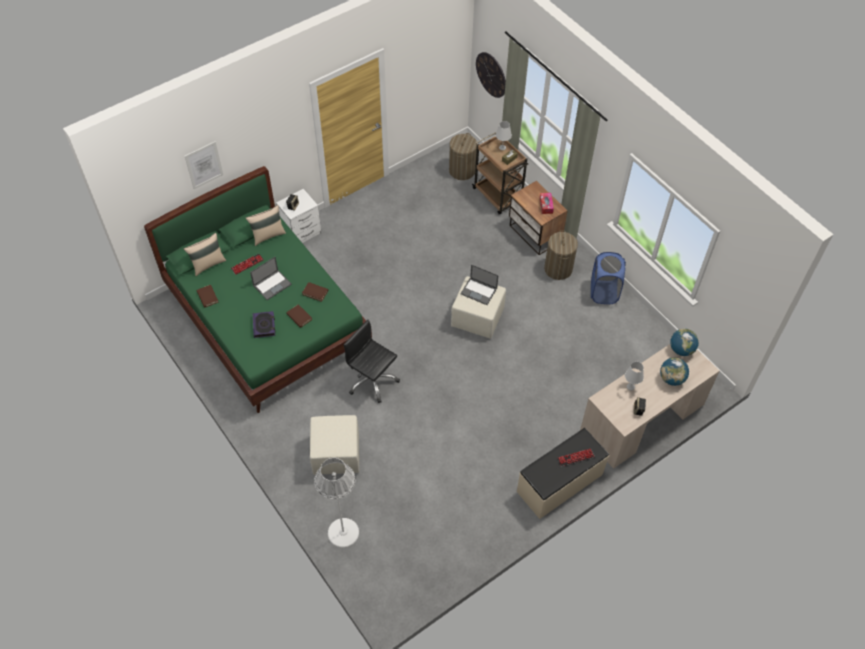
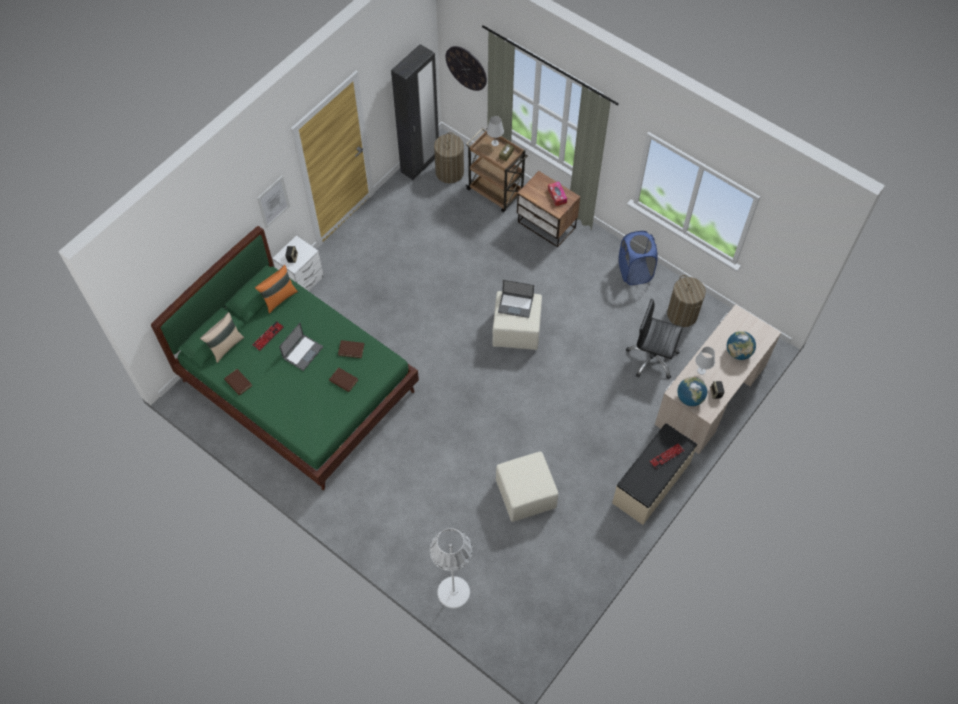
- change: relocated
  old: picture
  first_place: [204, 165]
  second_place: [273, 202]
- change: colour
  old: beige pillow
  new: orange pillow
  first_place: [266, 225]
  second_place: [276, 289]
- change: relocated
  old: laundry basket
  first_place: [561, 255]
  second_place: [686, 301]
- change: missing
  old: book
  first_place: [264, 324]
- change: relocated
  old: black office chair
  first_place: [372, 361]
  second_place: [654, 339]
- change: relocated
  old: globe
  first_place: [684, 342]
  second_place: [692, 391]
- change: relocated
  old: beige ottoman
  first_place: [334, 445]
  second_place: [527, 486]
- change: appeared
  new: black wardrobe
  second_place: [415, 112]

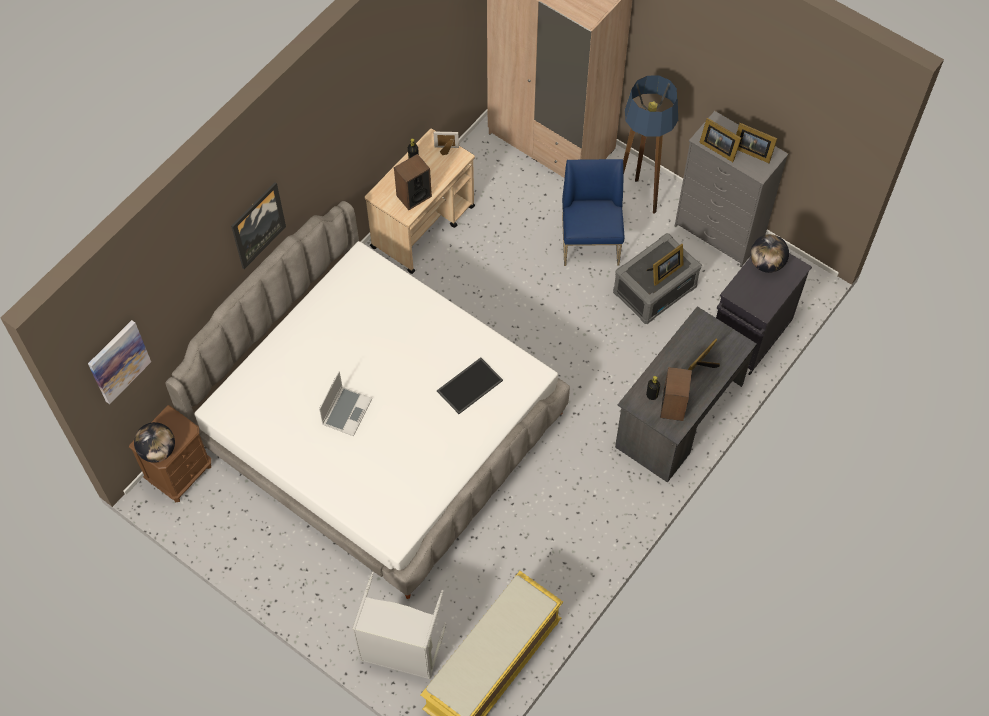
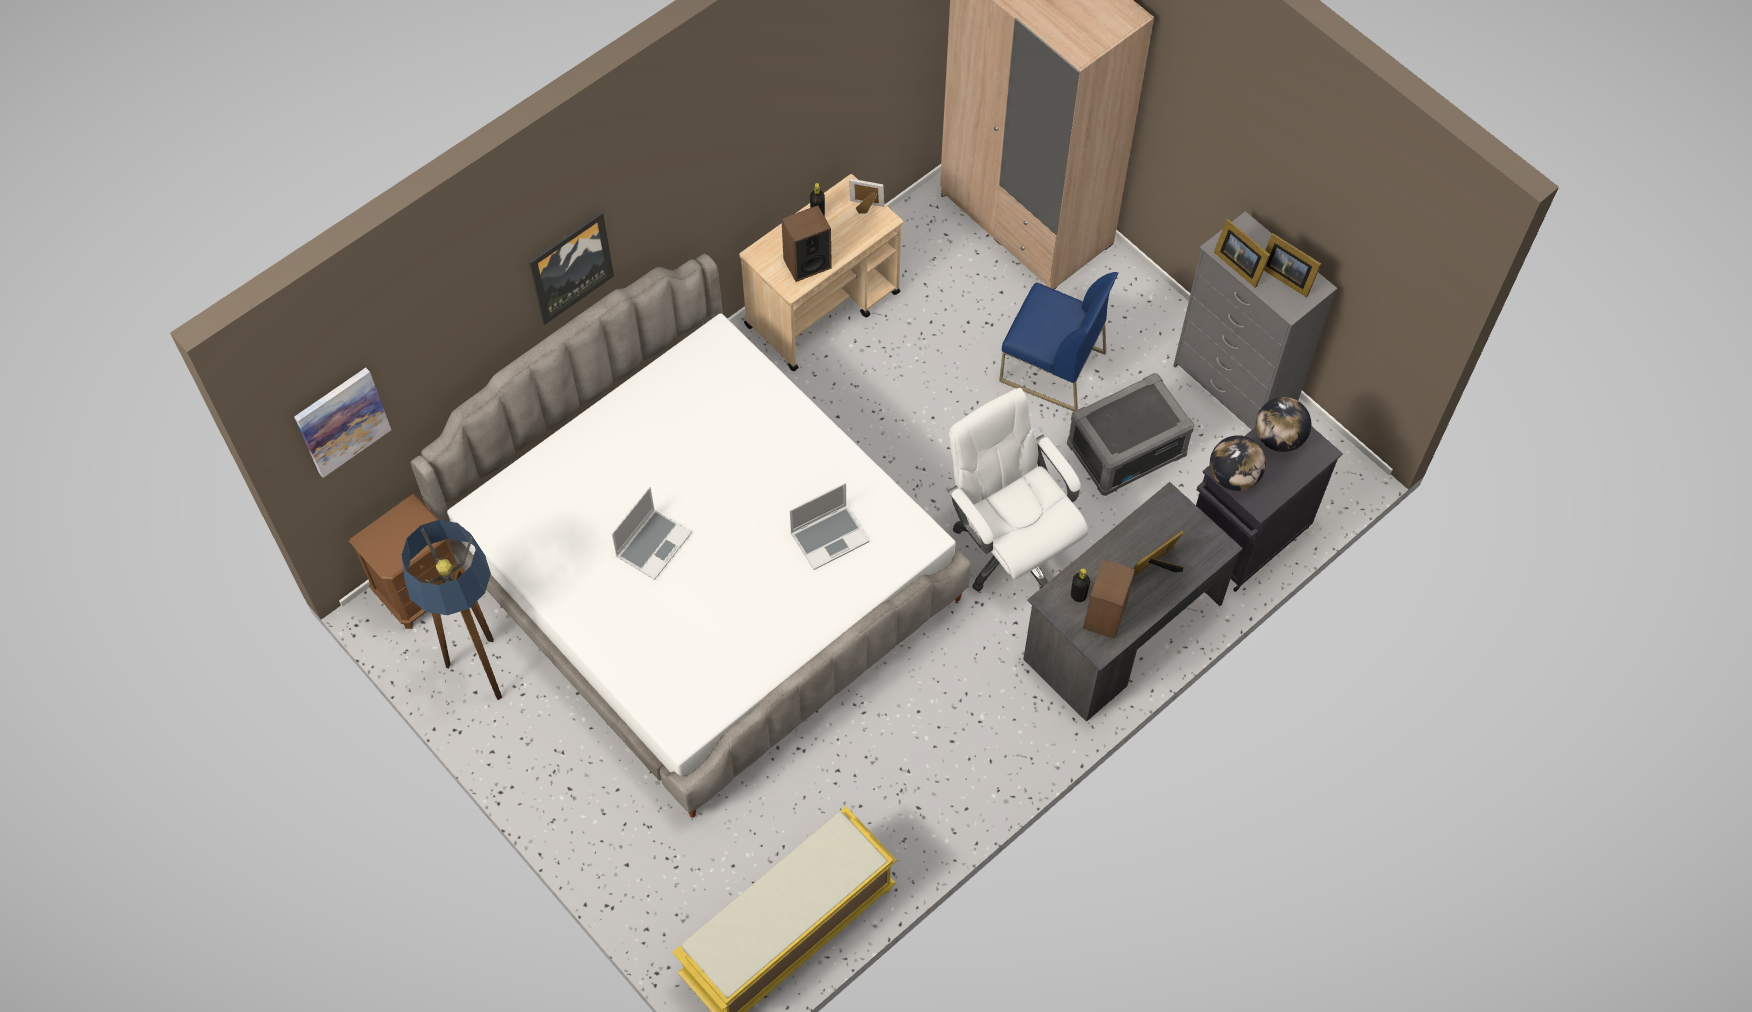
- change: relocated
  old: floor lamp
  first_place: [650, 145]
  second_place: [452, 610]
- change: spun
  old: blue chair
  first_place: [593, 212]
  second_place: [1058, 341]
  degrees: 105
- change: missing
  old: picture frame
  first_place: [664, 265]
- change: exchanged
  old: tray
  new: laptop
  first_place: [470, 385]
  second_place: [829, 526]
- change: relocated
  old: globe
  first_place: [154, 442]
  second_place: [1238, 463]
- change: missing
  old: grey laundry basket
  first_place: [399, 625]
- change: appeared
  new: white office chair
  second_place: [1018, 490]

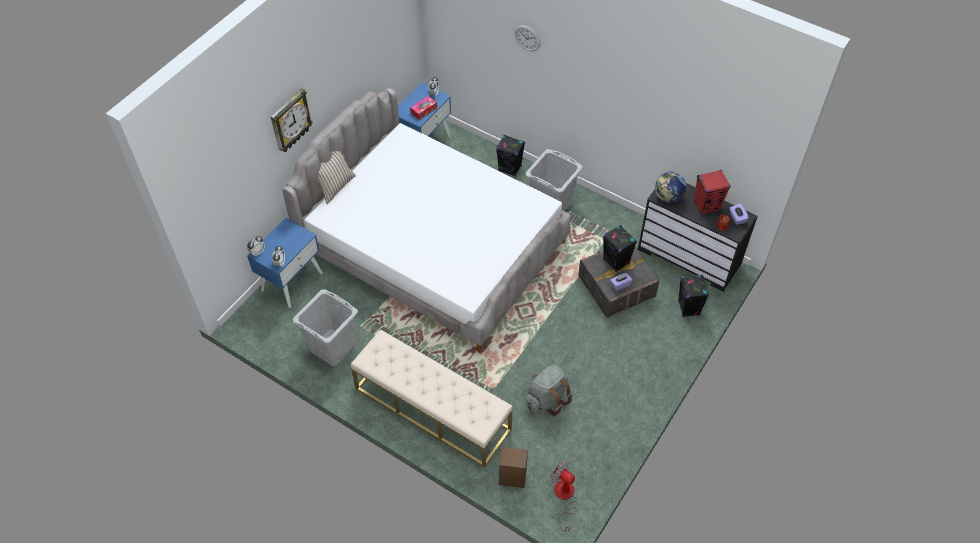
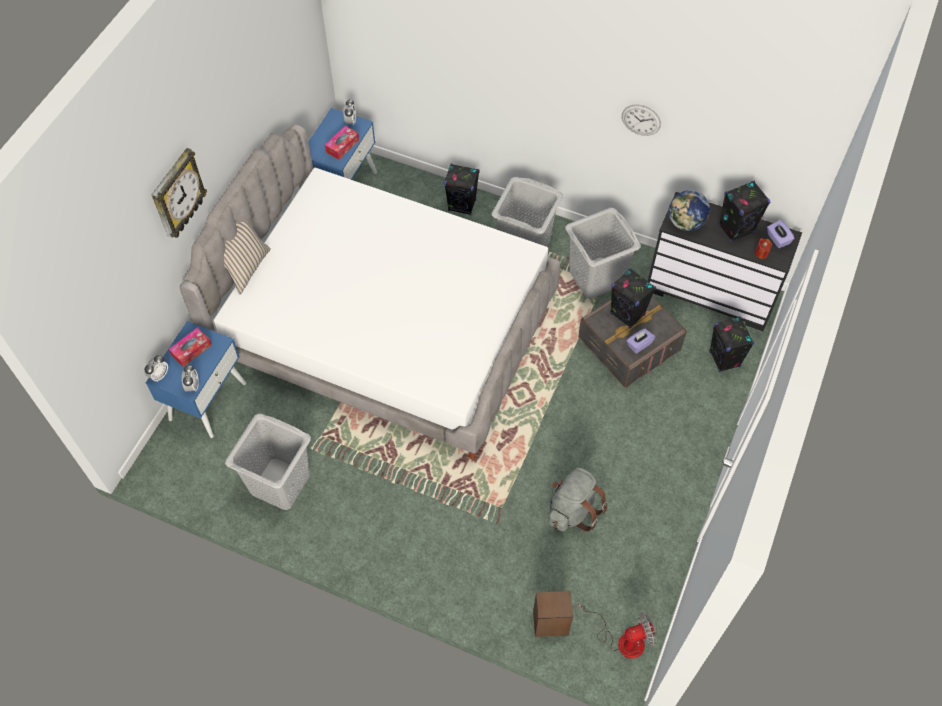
- change: relocated
  old: wall clock
  first_place: [527, 38]
  second_place: [641, 120]
- change: colour
  old: red speaker
  new: black speaker
  first_place: [712, 192]
  second_place: [744, 211]
- change: missing
  old: beige bench
  first_place: [432, 398]
- change: spun
  old: fan
  first_place: [564, 496]
  second_place: [617, 630]
  degrees: 135
- change: appeared
  new: grey laundry basket
  second_place: [603, 253]
- change: appeared
  new: tissue box
  second_place: [190, 347]

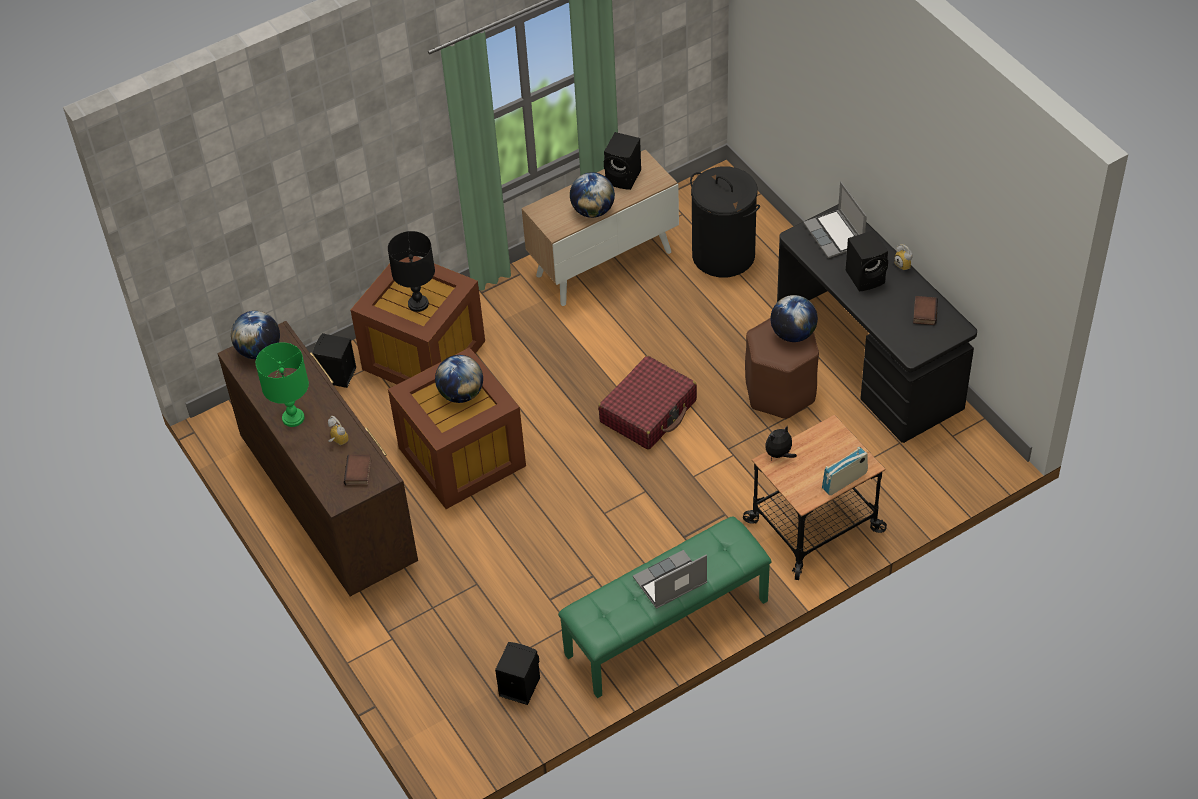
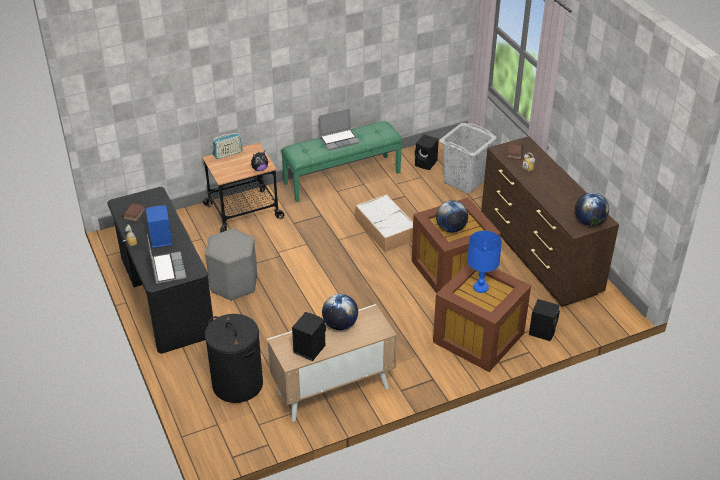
- change: colour
  old: black speaker
  new: blue speaker
  first_place: [867, 261]
  second_place: [159, 226]
- change: colour
  old: black table lamp
  new: blue table lamp
  first_place: [411, 271]
  second_place: [484, 262]
- change: missing
  old: globe
  first_place: [794, 318]
- change: colour
  old: brown stool
  new: grey stool
  first_place: [782, 368]
  second_place: [231, 265]
- change: missing
  old: green table lamp
  first_place: [282, 385]
- change: missing
  old: red suitcase
  first_place: [647, 403]
- change: appeared
  new: grey laundry basket
  second_place: [468, 158]
- change: appeared
  new: storage box
  second_place: [384, 223]

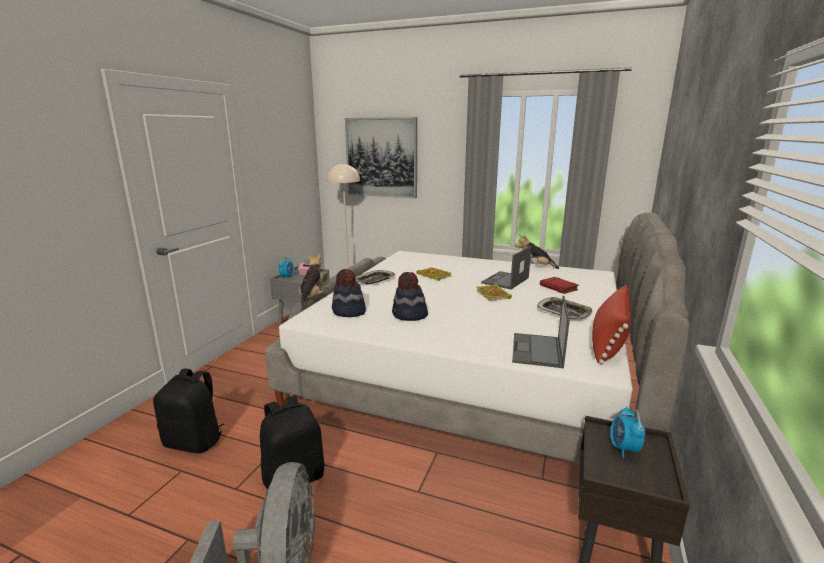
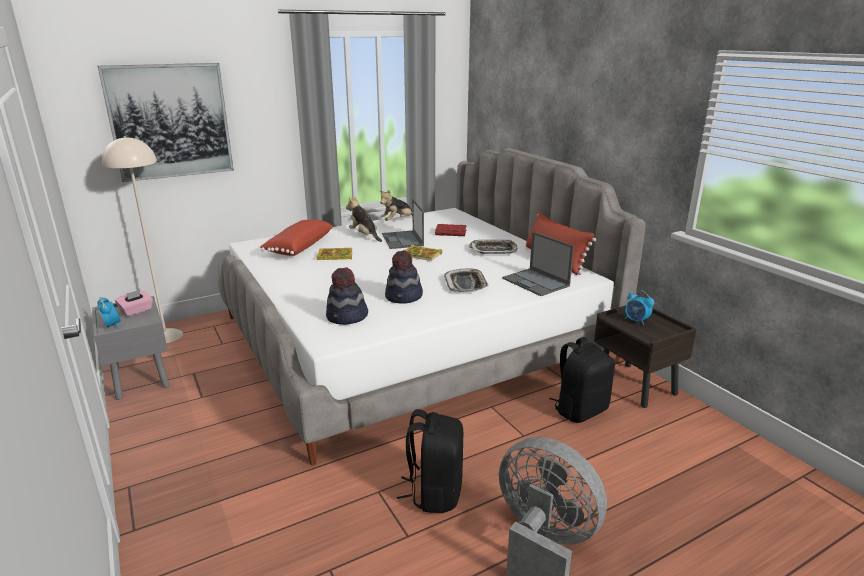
- change: relocated
  old: plush toy
  first_place: [313, 281]
  second_place: [364, 219]
- change: relocated
  old: tray
  first_place: [375, 277]
  second_place: [466, 280]
- change: relocated
  old: black backpack
  first_place: [188, 411]
  second_place: [582, 380]
- change: appeared
  new: red pillow
  second_place: [297, 237]

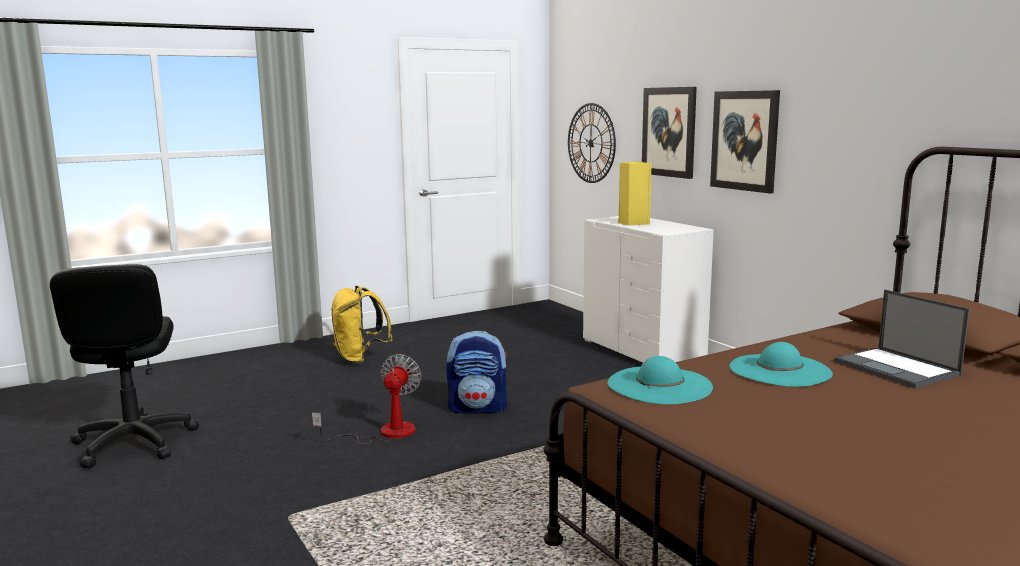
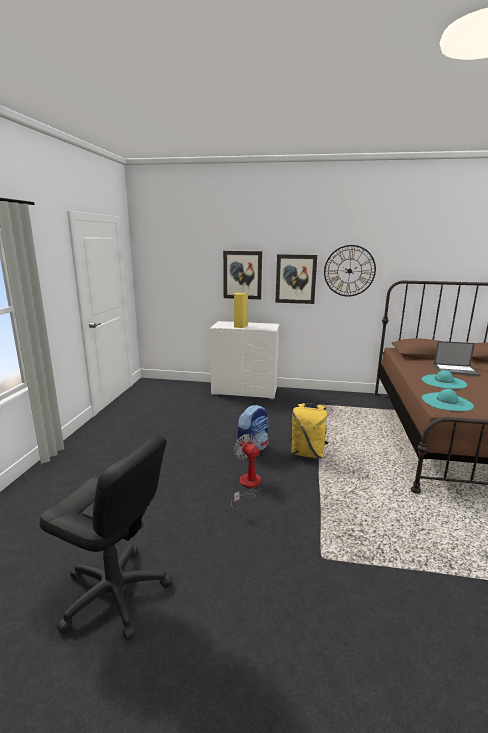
- change: relocated
  old: wall clock
  first_place: [592, 143]
  second_place: [350, 271]
- change: relocated
  old: yellow backpack
  first_place: [362, 325]
  second_place: [309, 430]

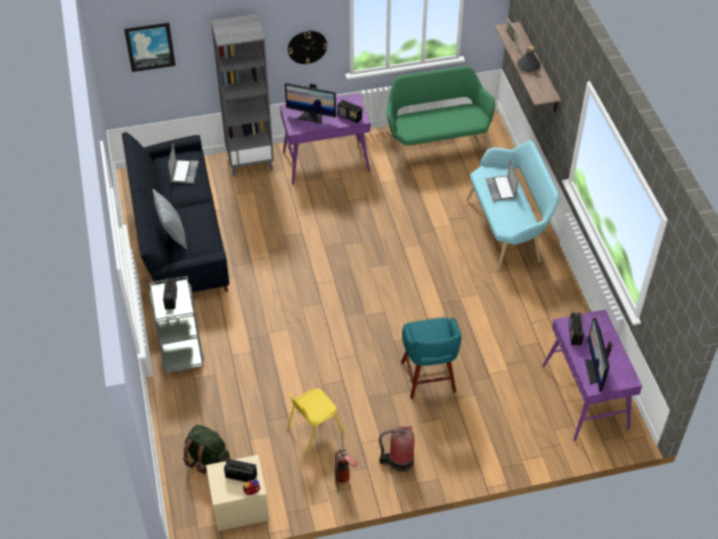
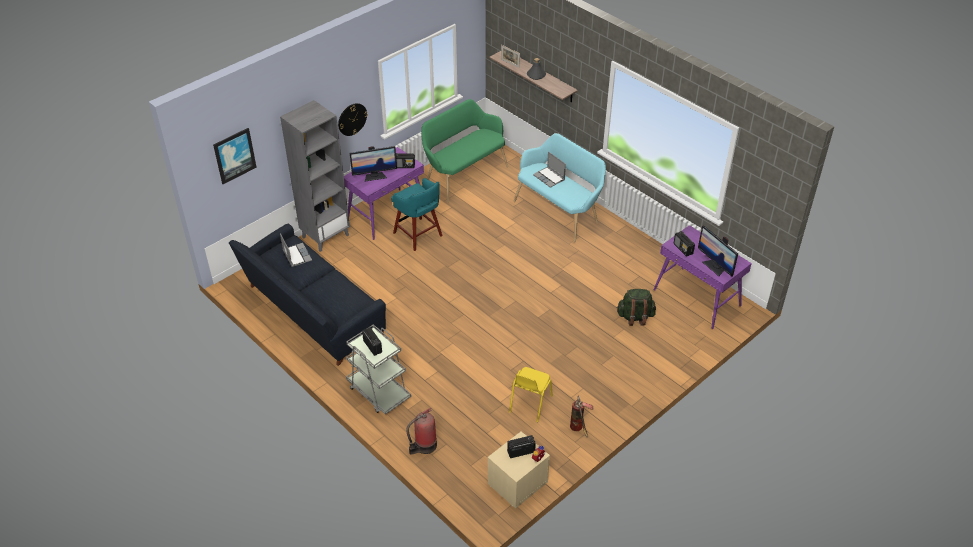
- change: missing
  old: pillow
  first_place: [170, 219]
- change: relocated
  old: turquoise stool
  first_place: [431, 358]
  second_place: [416, 214]
- change: relocated
  old: green backpack
  first_place: [206, 449]
  second_place: [636, 307]
- change: relocated
  old: fire extinguisher
  first_place: [396, 449]
  second_place: [421, 431]

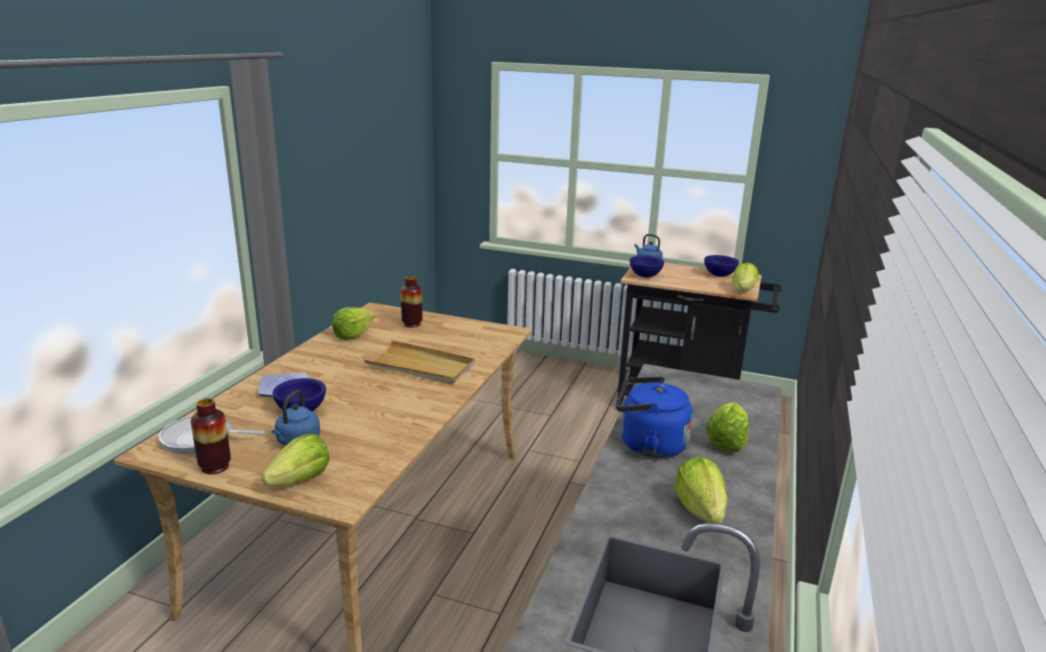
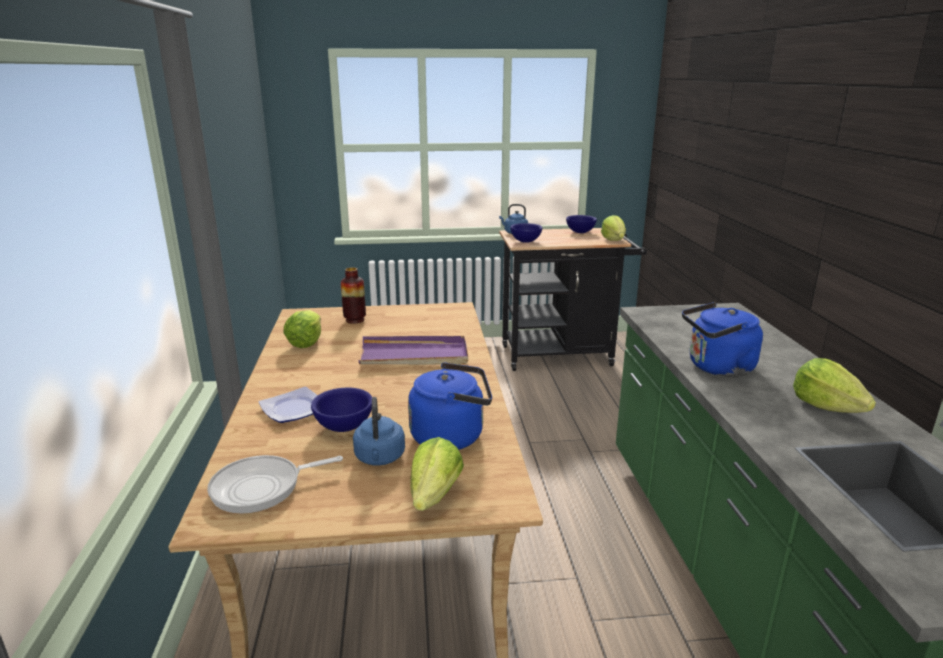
- change: colour
  old: beige tray
  new: purple tray
  first_place: [419, 362]
  second_place: [413, 350]
- change: missing
  old: vase
  first_place: [211, 436]
- change: missing
  old: lettuce
  first_place: [727, 427]
- change: appeared
  new: blue kettle
  second_place: [450, 406]

